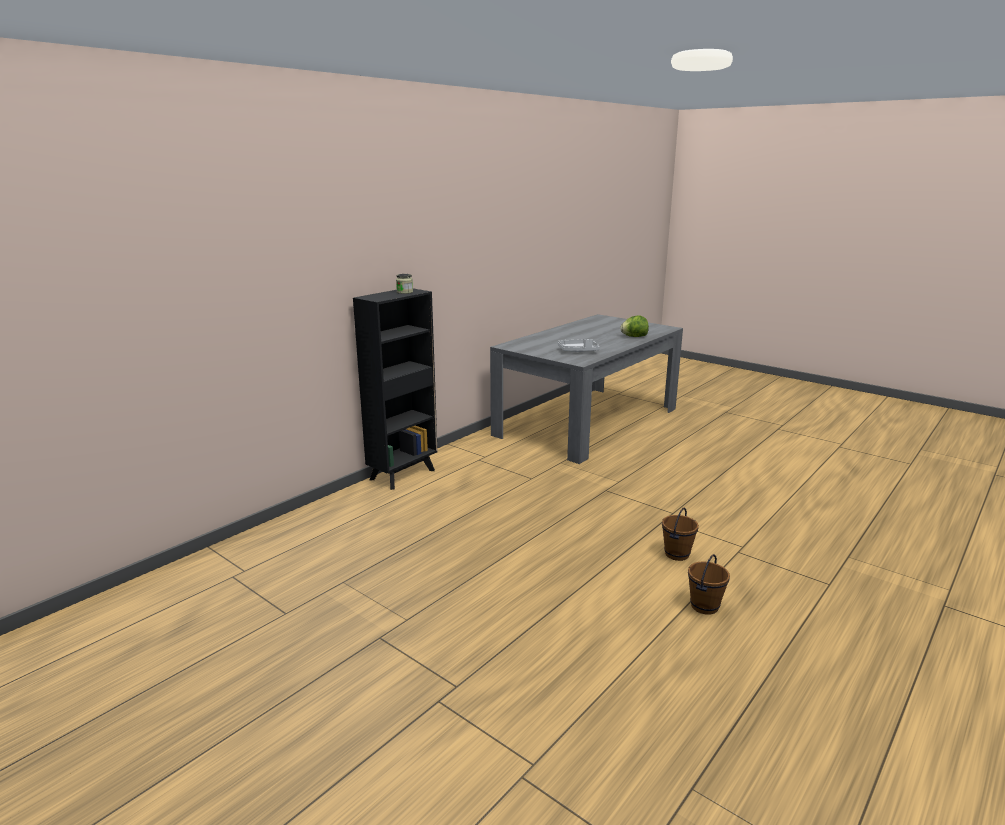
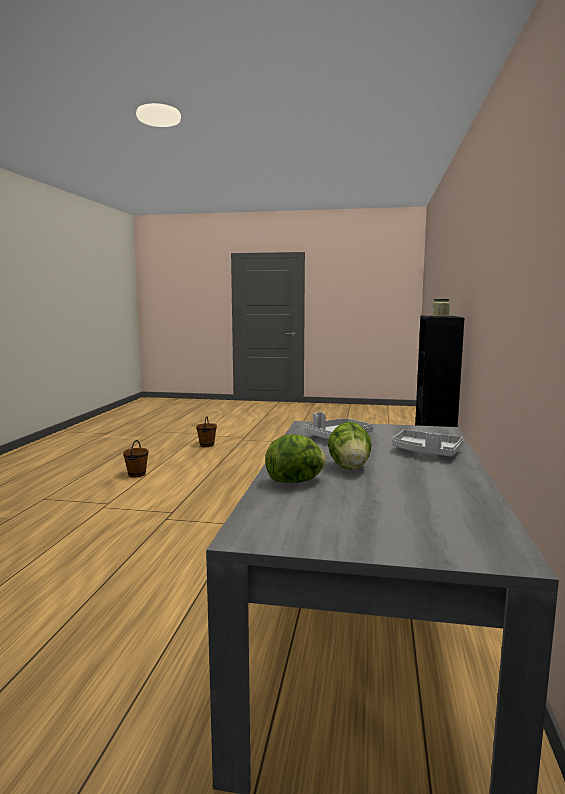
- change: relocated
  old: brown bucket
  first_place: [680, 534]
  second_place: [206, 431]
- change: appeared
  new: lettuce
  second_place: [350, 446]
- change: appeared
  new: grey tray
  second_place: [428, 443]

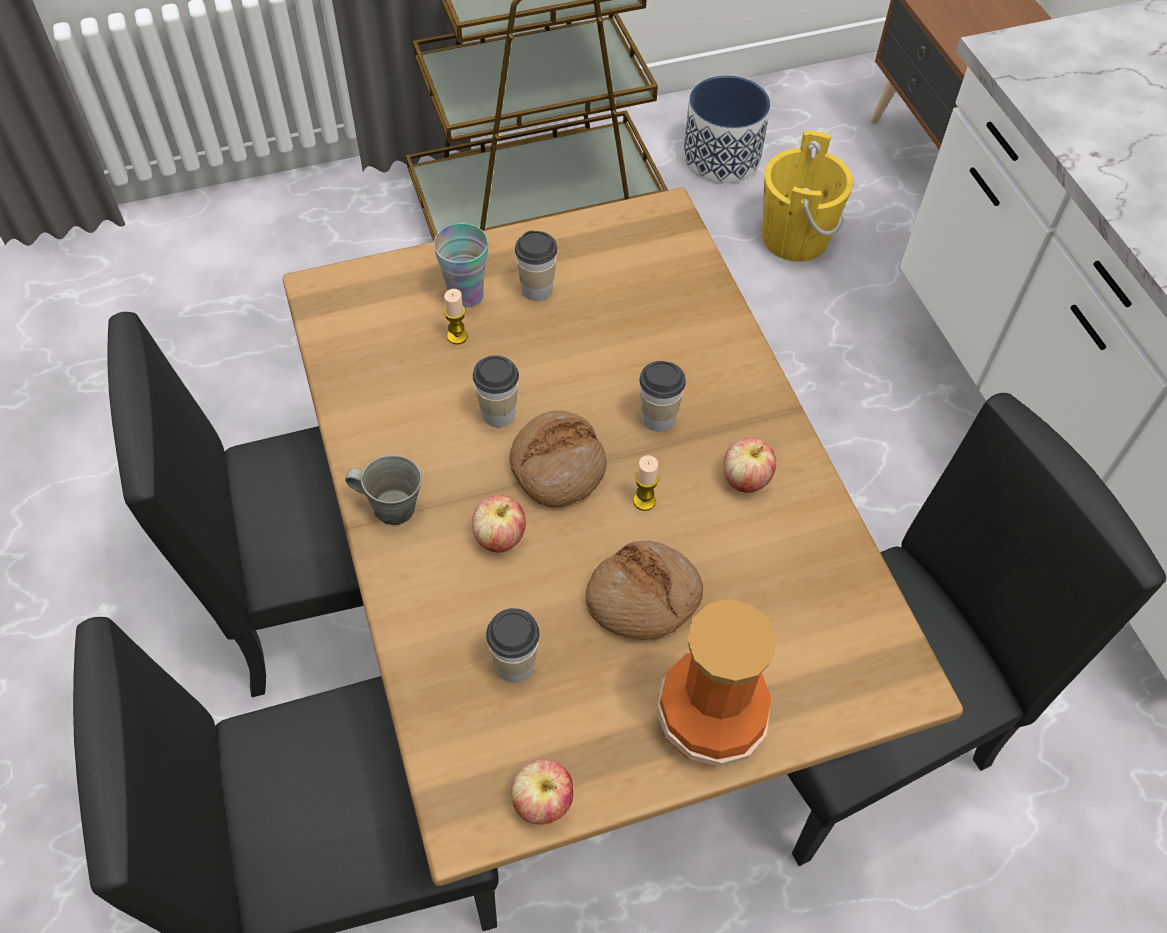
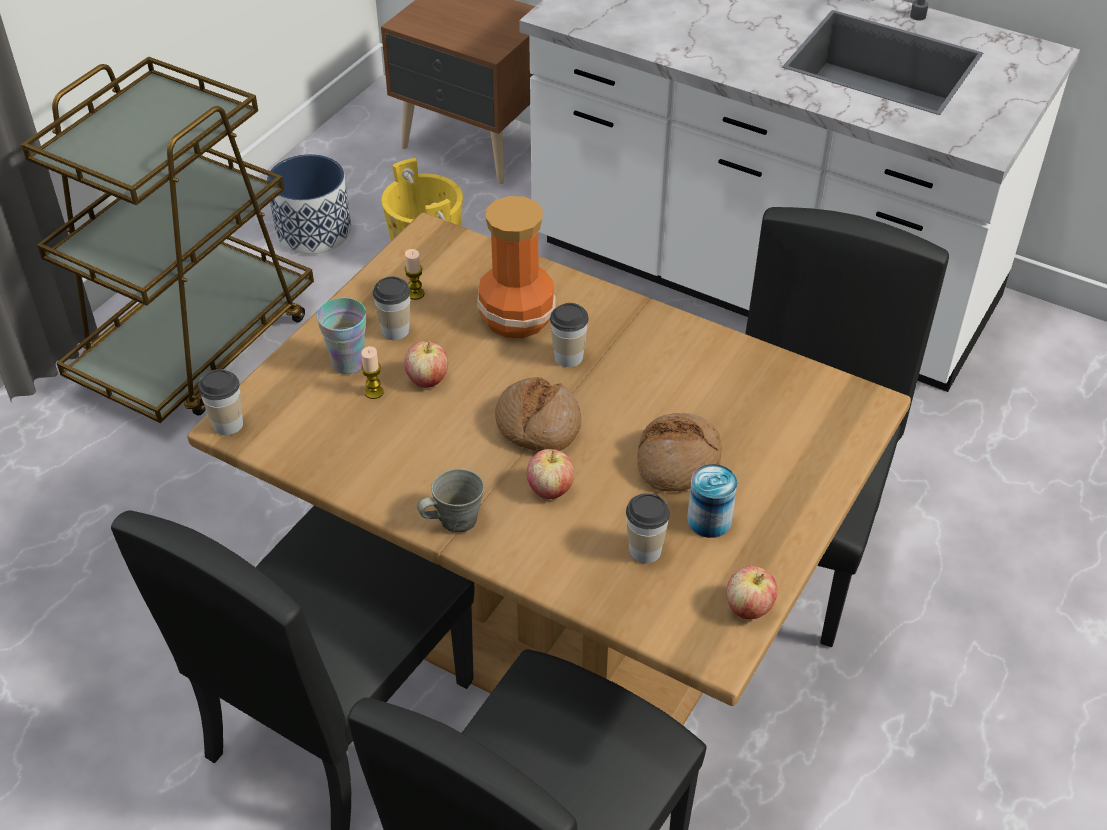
- change: relocated
  old: cup
  first_place: [496, 391]
  second_place: [220, 402]
- change: relocated
  old: apple
  first_place: [750, 465]
  second_place: [426, 364]
- change: relocated
  old: candle
  first_place: [646, 483]
  second_place: [414, 274]
- change: relocated
  old: vase
  first_place: [716, 683]
  second_place: [516, 267]
- change: appeared
  new: can
  second_place: [712, 501]

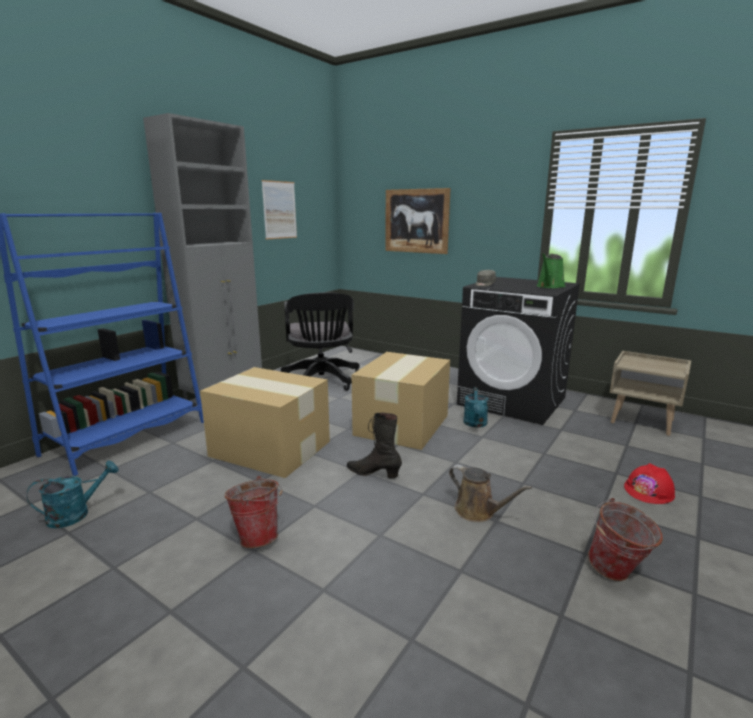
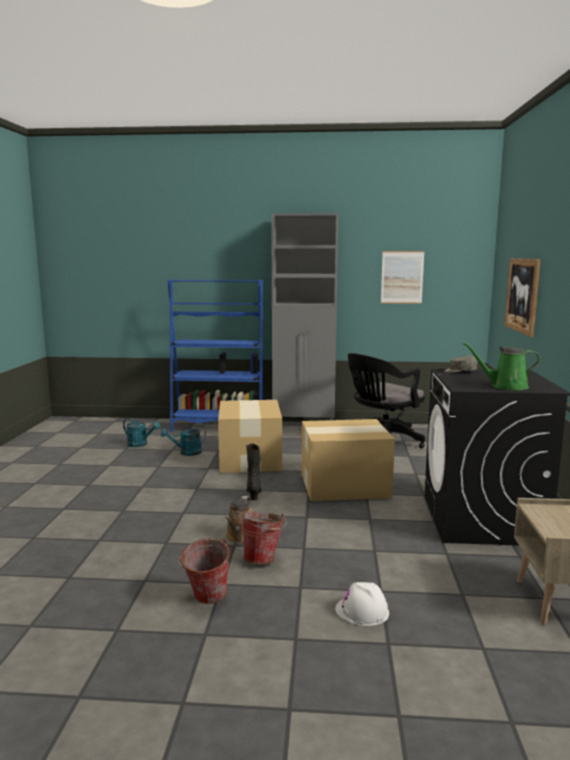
- change: relocated
  old: turquoise watering can
  first_place: [475, 407]
  second_place: [183, 440]
- change: colour
  old: red hard hat
  new: white hard hat
  first_place: [649, 483]
  second_place: [362, 604]
- change: relocated
  old: bucket
  first_place: [253, 512]
  second_place: [264, 537]

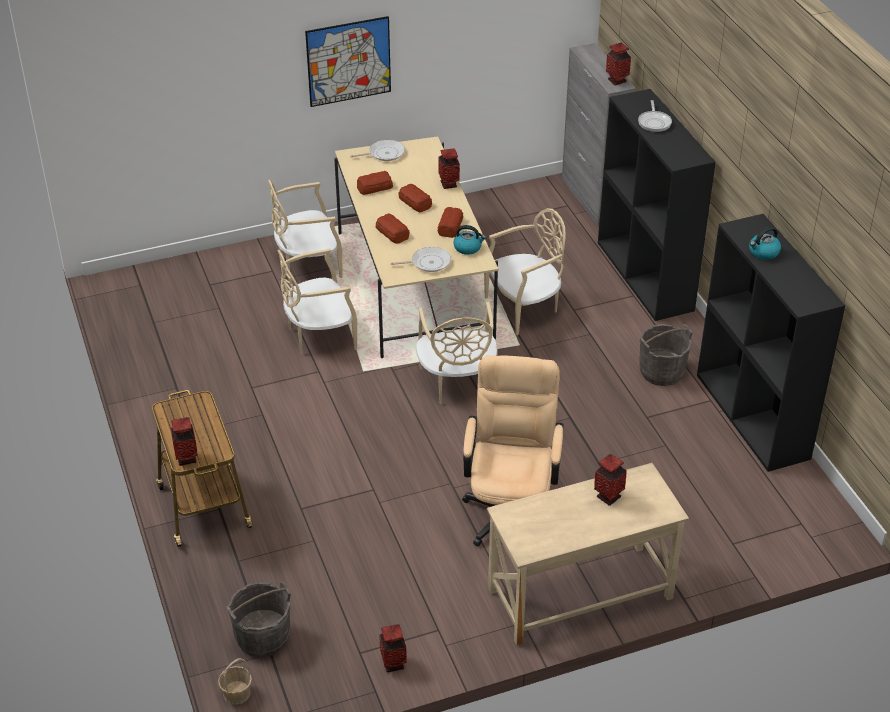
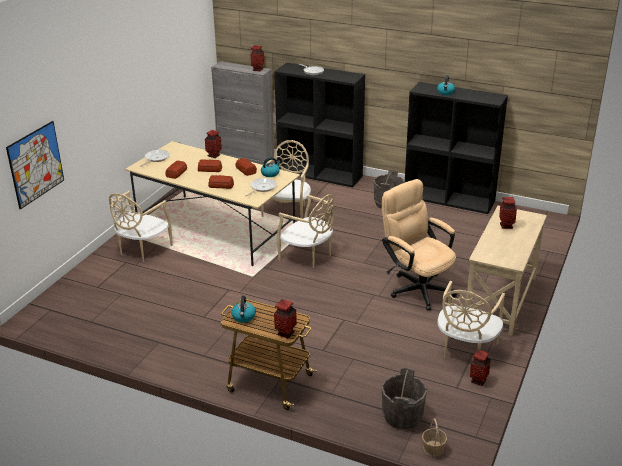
- change: relocated
  old: picture
  first_place: [348, 61]
  second_place: [35, 165]
- change: relocated
  old: beige chair
  first_place: [317, 301]
  second_place: [471, 320]
- change: appeared
  new: kettle
  second_place: [243, 309]

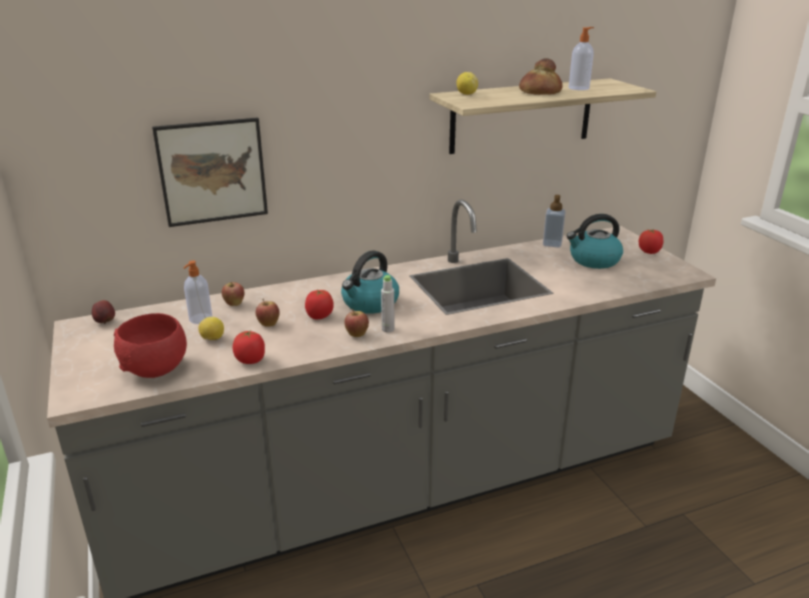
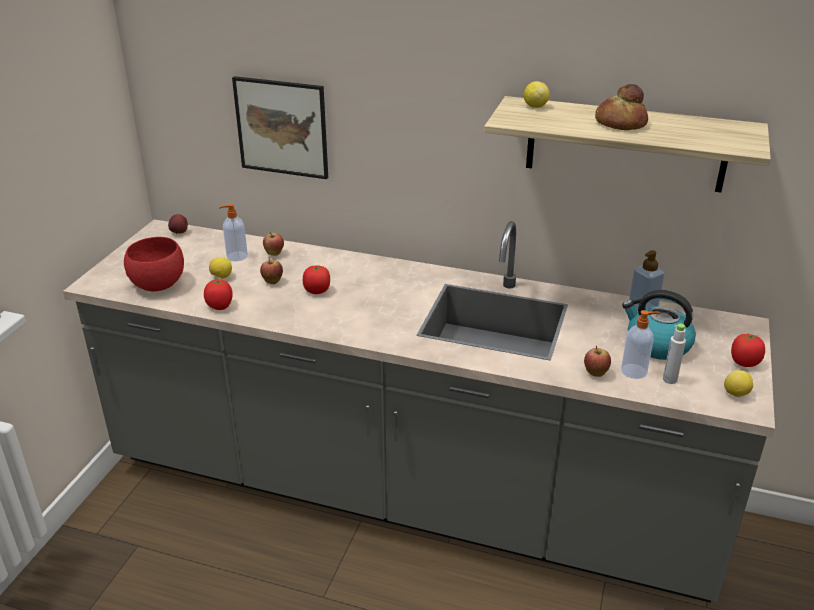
- change: relocated
  old: soap dispenser
  first_place: [581, 58]
  second_place: [641, 344]
- change: missing
  old: kettle
  first_place: [370, 282]
- change: relocated
  old: grey bottle
  first_place: [388, 303]
  second_place: [674, 354]
- change: relocated
  old: apple
  first_place: [356, 323]
  second_place: [597, 361]
- change: appeared
  new: lemon
  second_place: [738, 383]

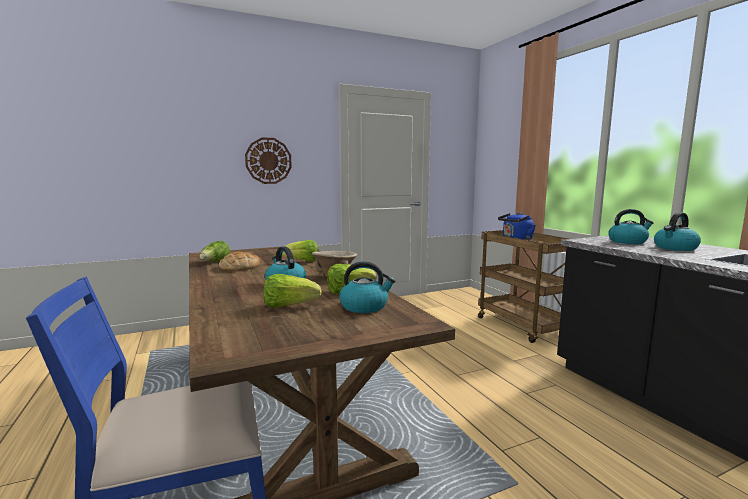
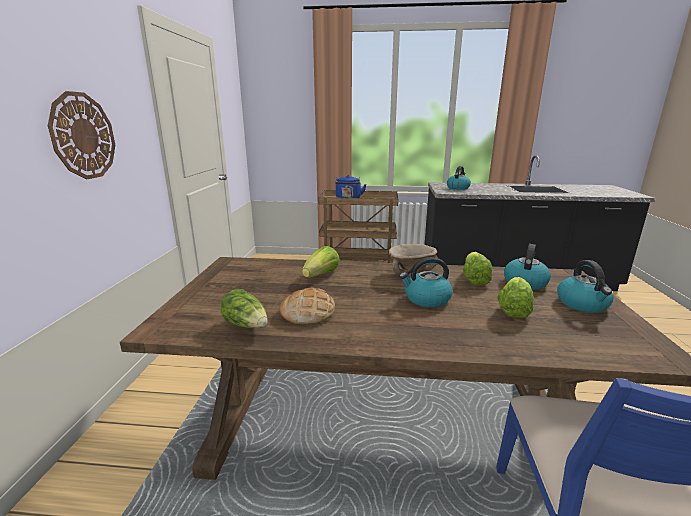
- change: relocated
  old: kettle
  first_place: [677, 231]
  second_place: [585, 286]

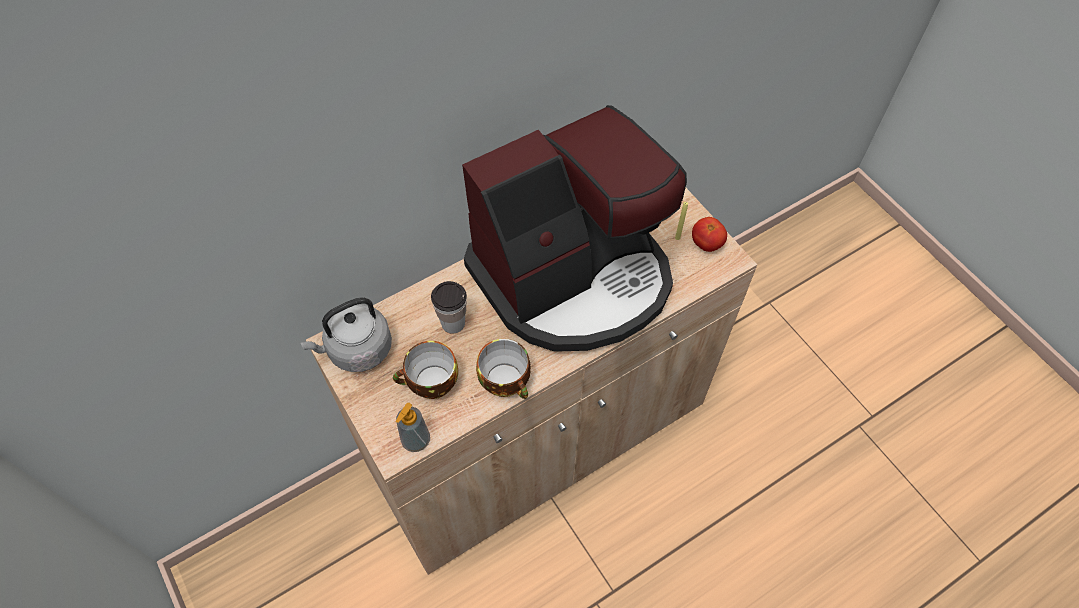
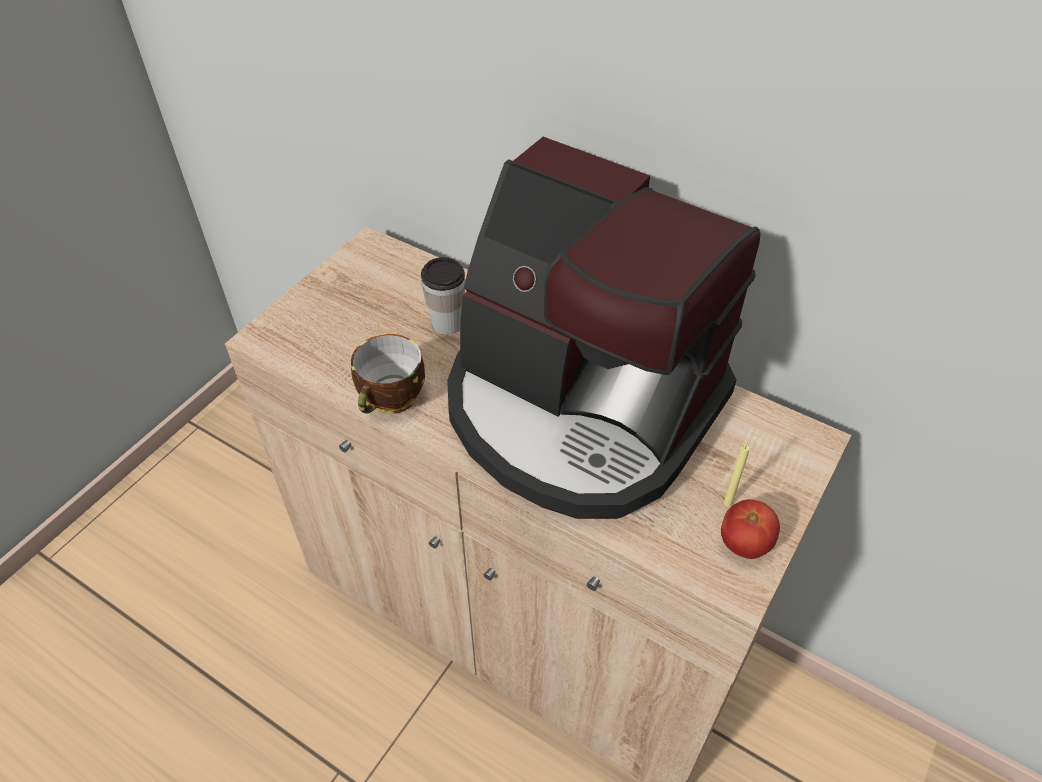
- change: missing
  old: grey kettle
  first_place: [346, 334]
- change: missing
  old: cup
  first_place: [425, 370]
- change: missing
  old: soap dispenser
  first_place: [413, 427]

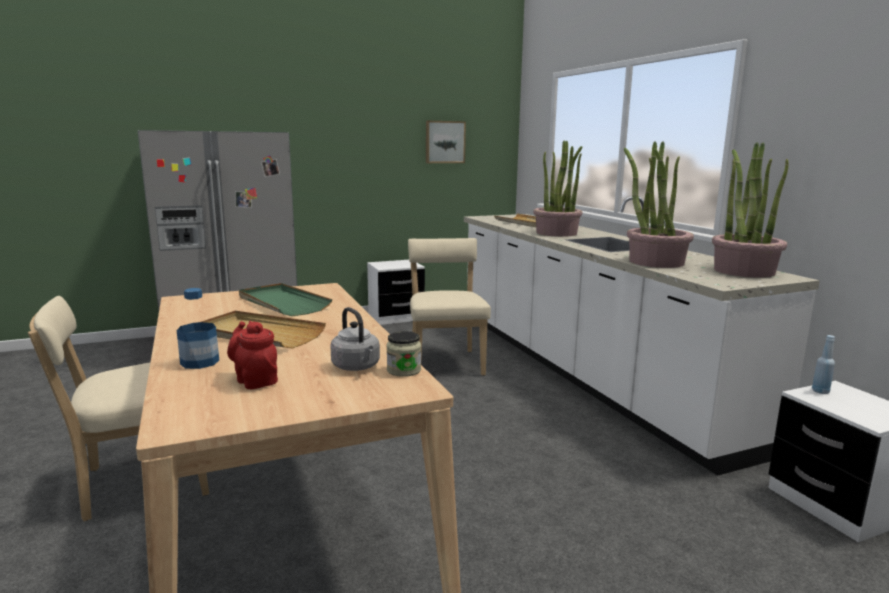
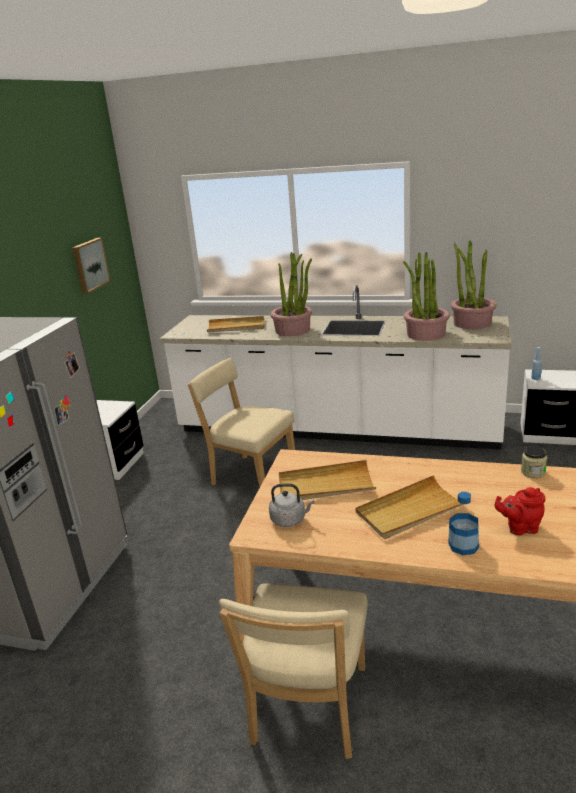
- change: colour
  old: green tray
  new: beige tray
  first_place: [286, 299]
  second_place: [327, 480]
- change: relocated
  old: grey kettle
  first_place: [355, 339]
  second_place: [291, 505]

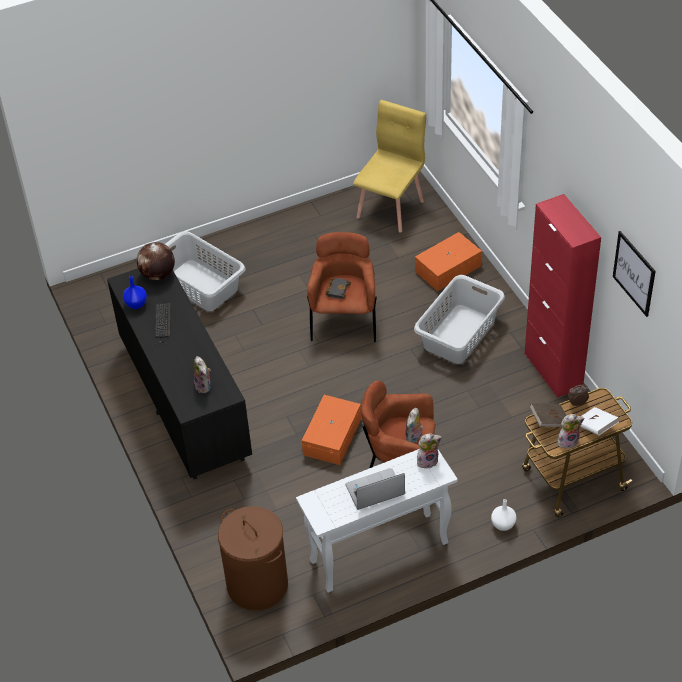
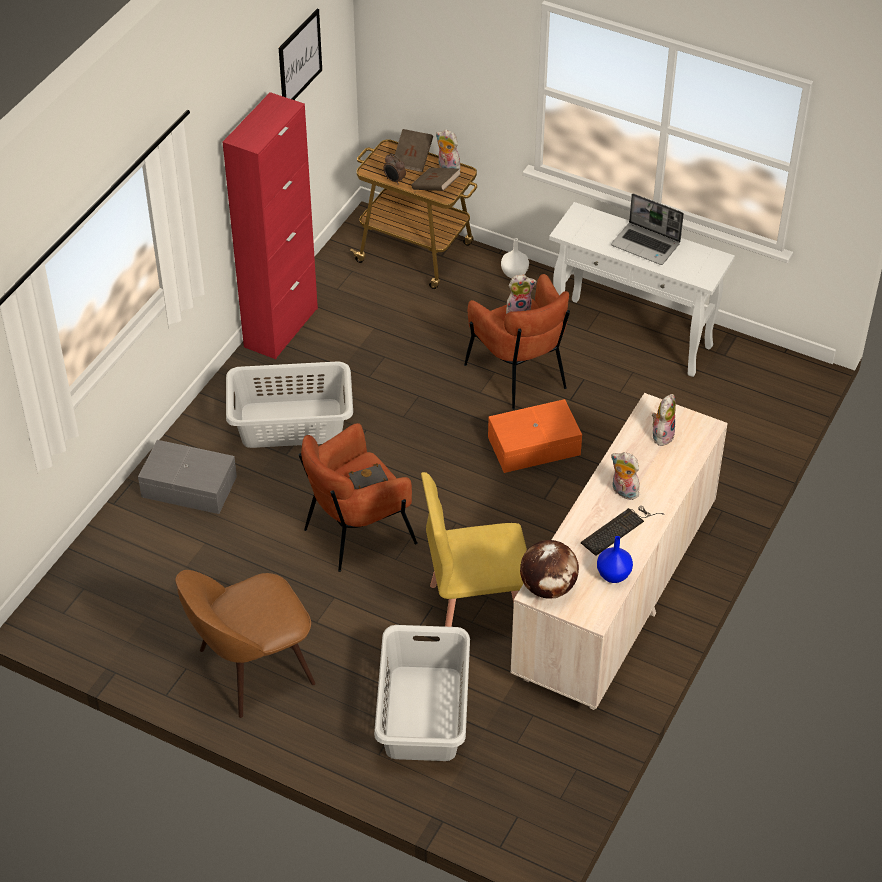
- change: relocated
  old: yellow chair
  first_place: [389, 166]
  second_place: [474, 549]
- change: colour
  old: orange storage box
  new: grey storage box
  first_place: [448, 261]
  second_place: [187, 477]
- change: colour
  old: black dresser
  new: beige dresser
  first_place: [179, 373]
  second_place: [619, 551]
- change: colour
  old: white book
  new: brown book
  first_place: [599, 421]
  second_place: [413, 150]
- change: relocated
  old: plush toy
  first_place: [429, 451]
  second_place: [627, 476]
- change: missing
  old: brown laundry basket
  first_place: [253, 558]
- change: appeared
  new: brown chair
  second_place: [245, 644]

